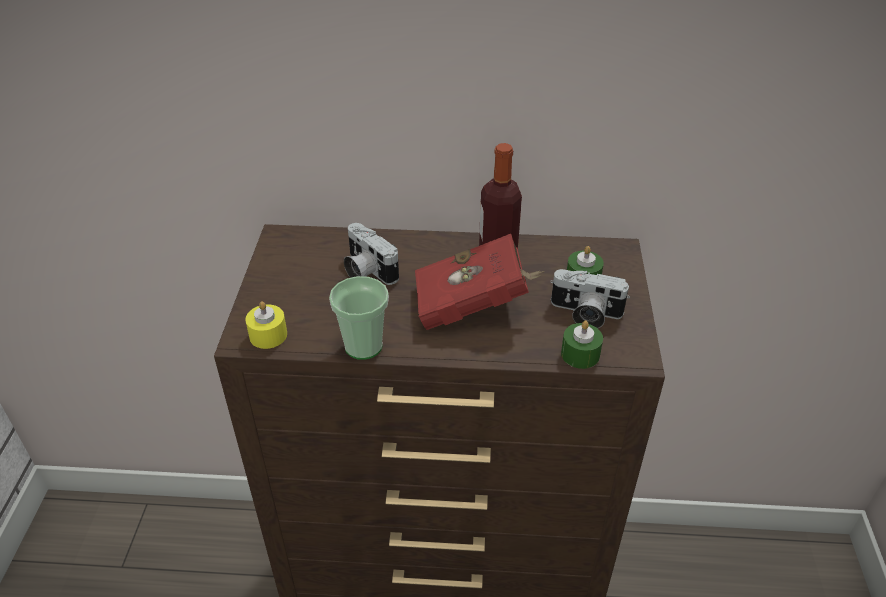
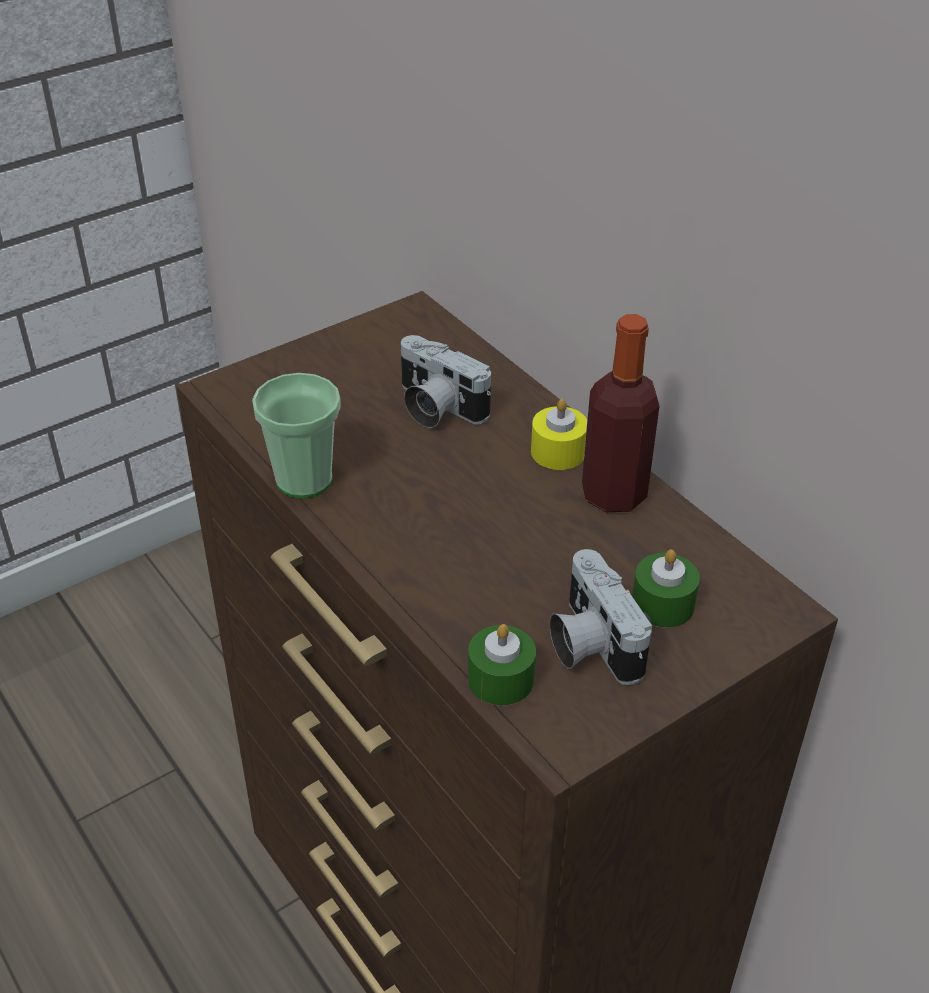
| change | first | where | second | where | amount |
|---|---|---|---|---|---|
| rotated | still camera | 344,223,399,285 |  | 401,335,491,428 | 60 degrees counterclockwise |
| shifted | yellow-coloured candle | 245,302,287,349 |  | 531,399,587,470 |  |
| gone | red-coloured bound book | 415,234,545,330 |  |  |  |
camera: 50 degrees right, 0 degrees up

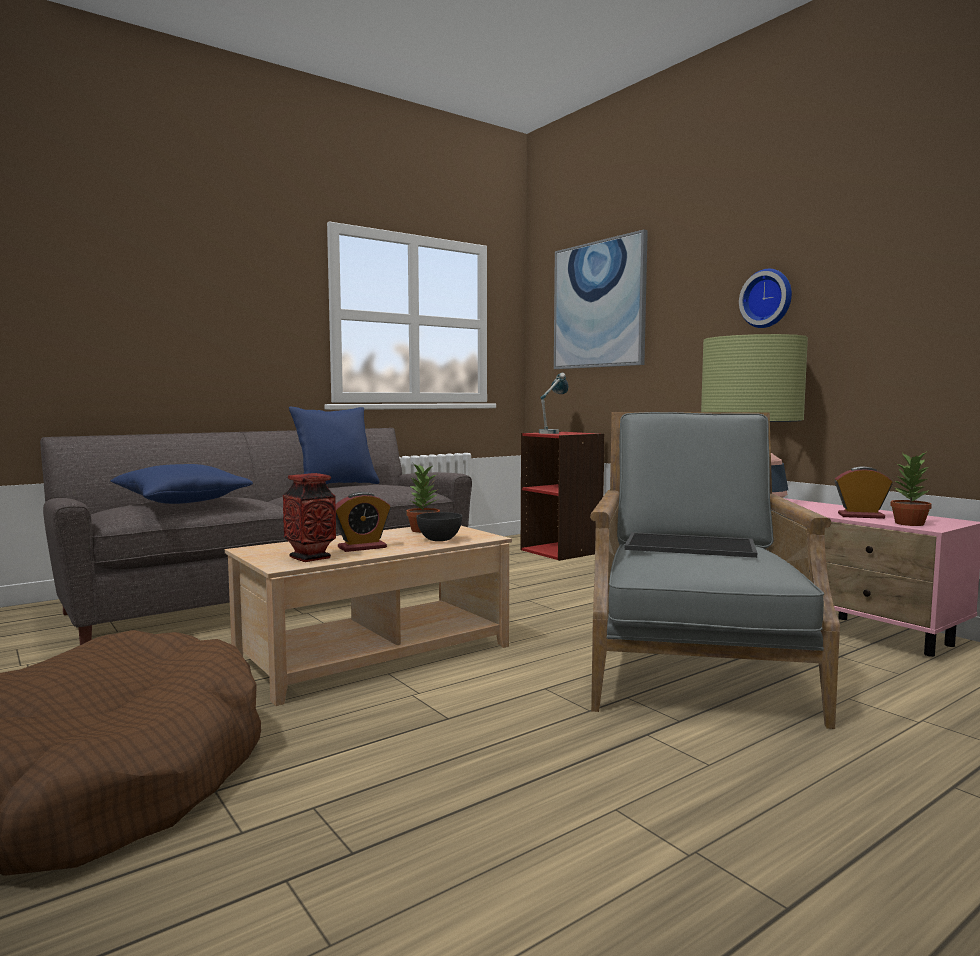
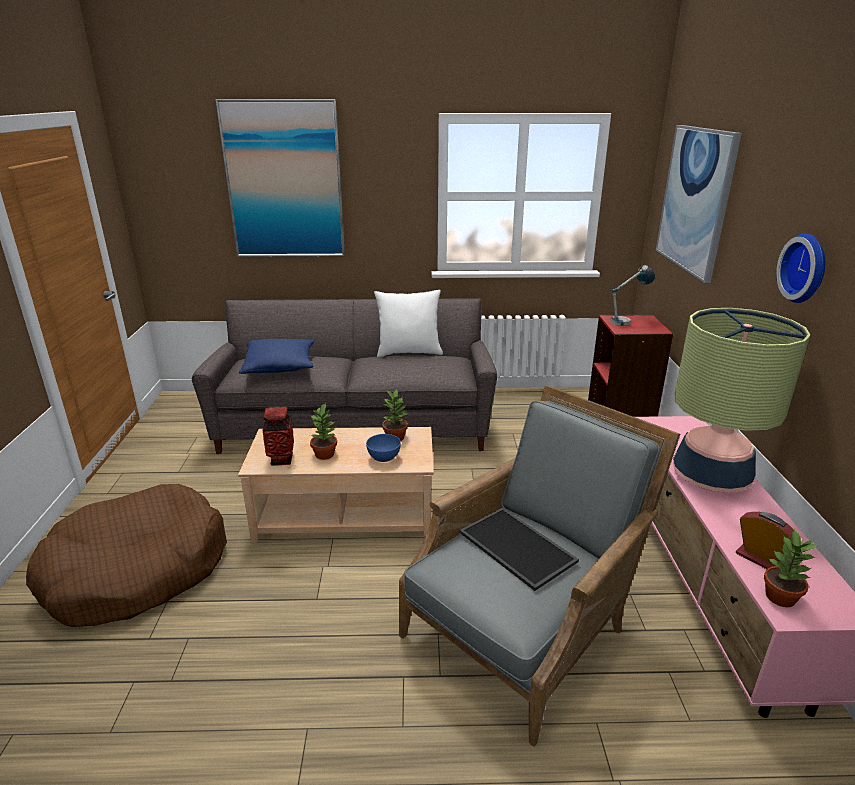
| change | first | where | second | where | amount |
|---|---|---|---|---|---|
| new |  |  | wall picture | 215,99,345,257 |  |
| swapped | table clock | 336,492,391,552 | houseplant | 310,403,337,460 |  |
| repainted | gray deep dish | 416,512,462,541 | blue deep dish | 366,434,401,462 |  |
| repainted | blue cushion | 289,407,380,484 | white cushion | 374,290,443,357 |  |
camera: 35 degrees right, 20 degrees up

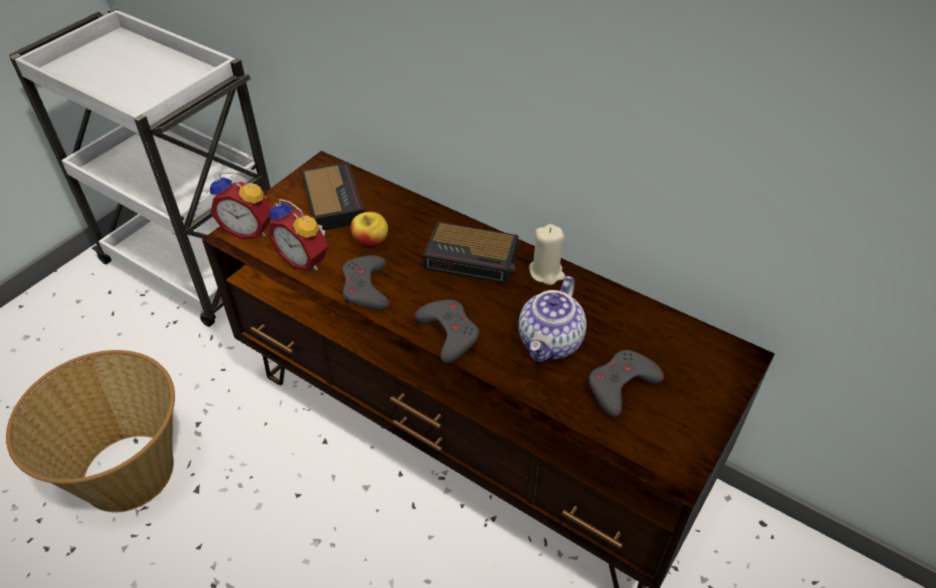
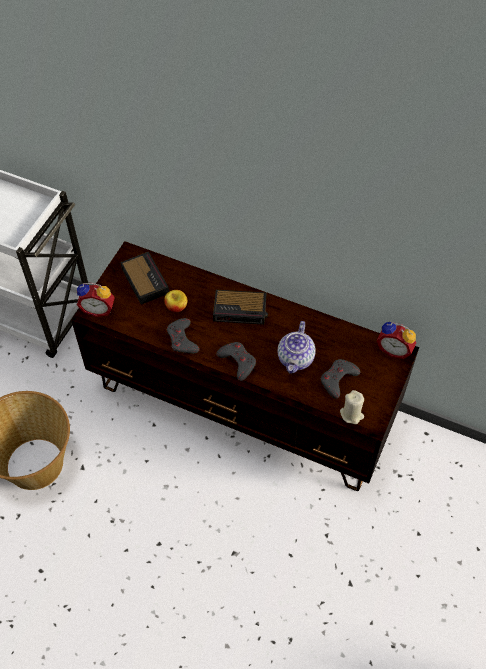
| change | first | where | second | where | amount |
|---|---|---|---|---|---|
| shifted | beige candle | 529,224,565,285 |  | 340,390,364,424 |  |
| shifted | table clock | 268,199,328,271 |  | 377,322,416,359 |  |
camera: 10 degrees left, 10 degrees up

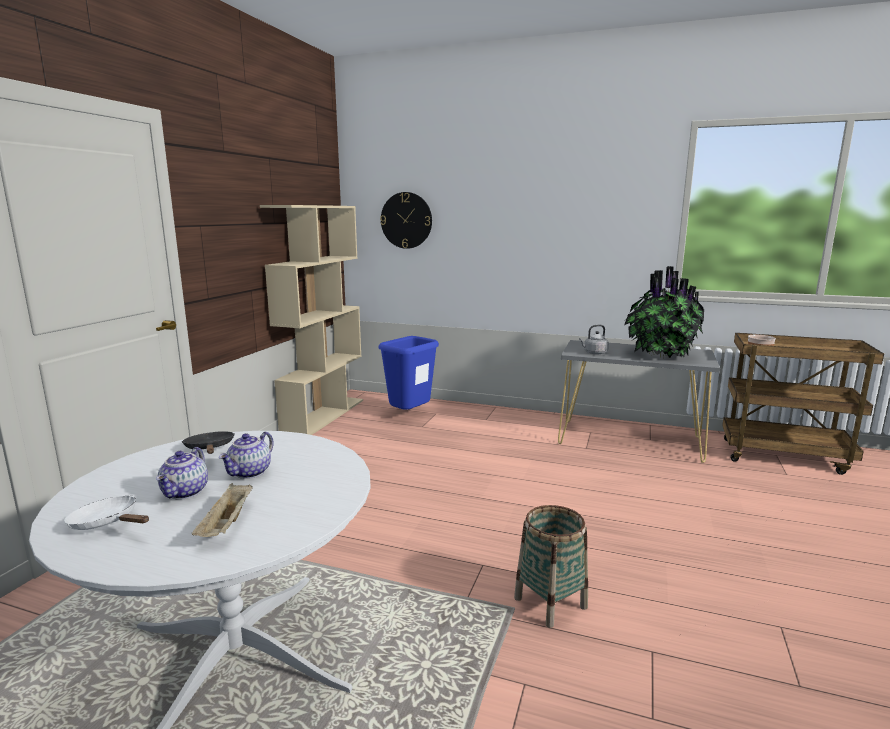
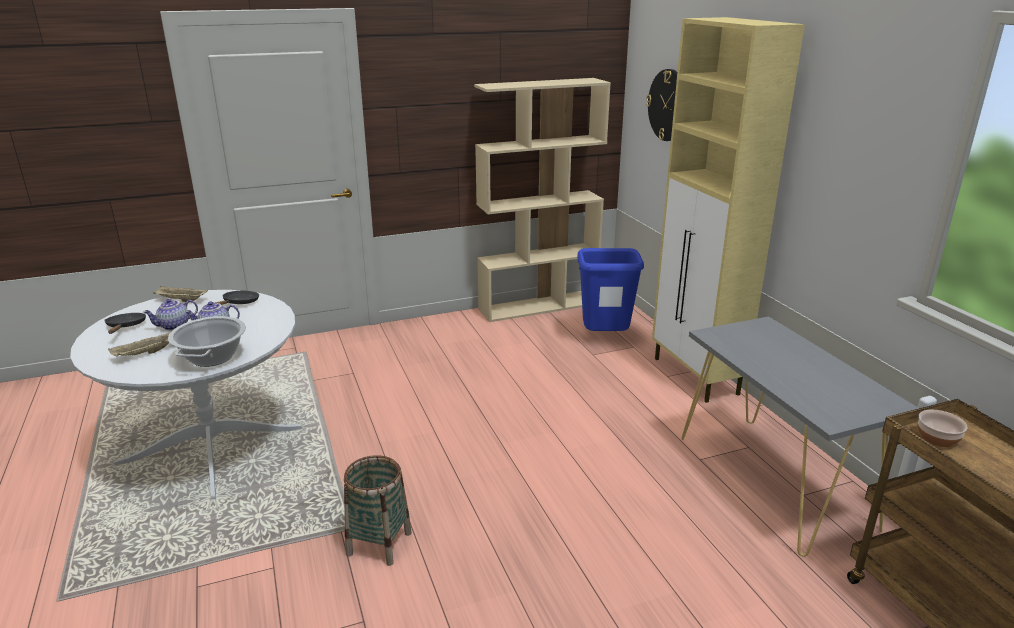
| change | first | where | second | where | amount |
|---|---|---|---|---|---|
| repainted | white pan | 64,496,149,530 | blackish pan | 105,313,146,334 |  |
| new |  |  | beige serving tray | 153,286,208,302 |  |
| new |  |  | saucepot | 168,316,246,367 |  |
| new |  |  | beige storage cabinet | 652,17,805,403 |  |
| gone | gray water kettle | 579,325,609,355 |  |  |  |
| gone | houseplant | 624,266,704,358 |  |  |  |
camera: 50 degrees right, 10 degrees up

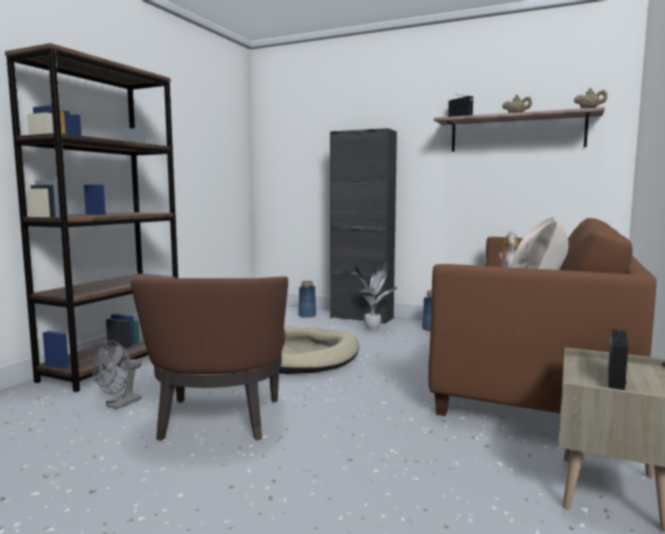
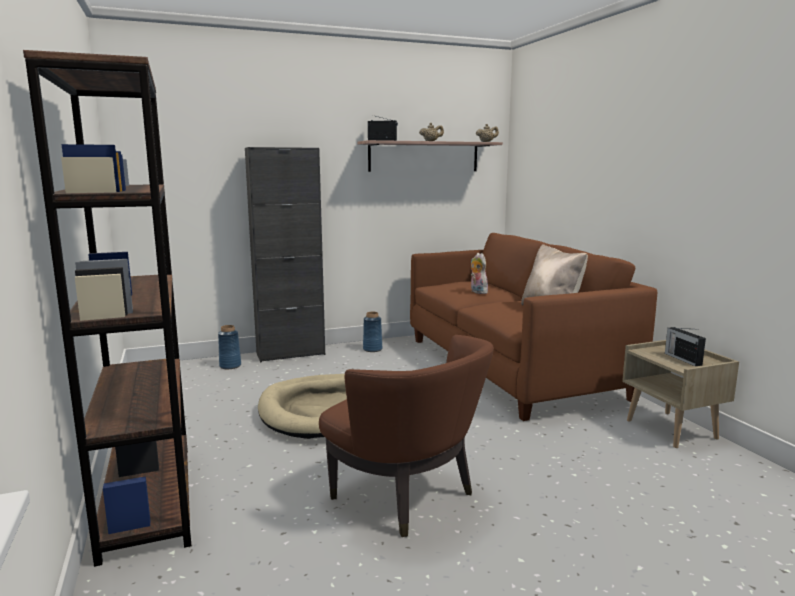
| change | first | where | second | where | amount |
|---|---|---|---|---|---|
| gone | gray fan | 92,341,142,409 |  |  |  |
| gone | houseplant | 354,259,398,330 |  |  |  |
camera: 45 degrees left, 5 degrees up

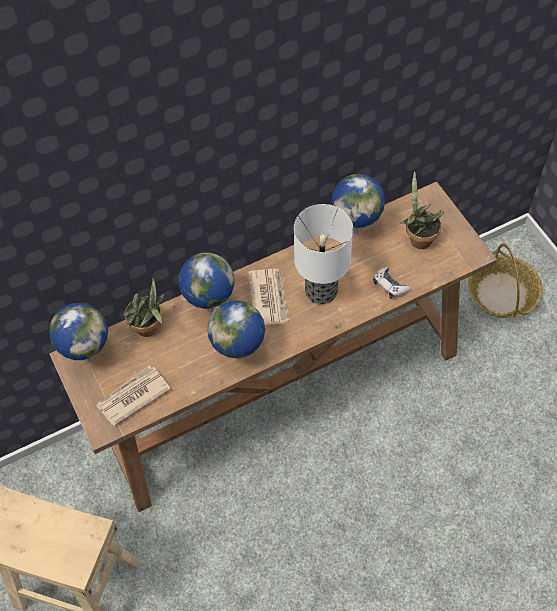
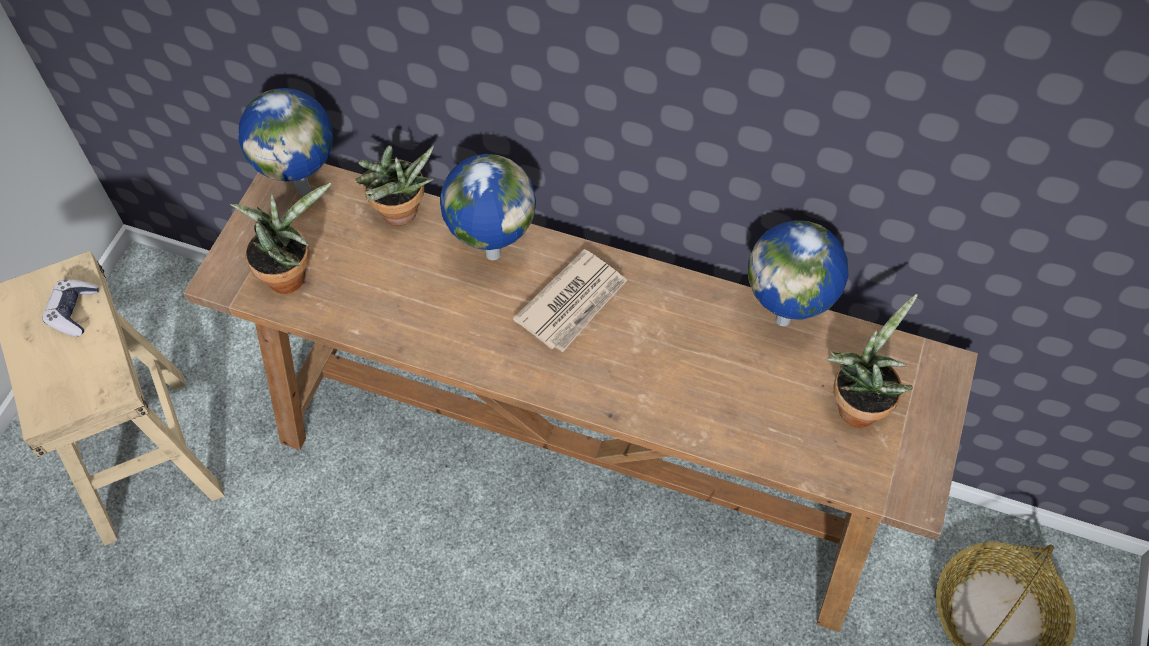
| change | first | where | second | where | amount |
|---|---|---|---|---|---|
| shifted | joypad | 373,267,411,298 |  | 43,279,99,337 |  |
| swapped | daily paper | 96,366,171,426 | houseplant | 230,183,331,294 |  |
| gone | world globe | 207,300,265,360 |  |  |  |
| gone | table lamp | 294,204,353,304 |  |  |  |
camera: 45 degrees right, 0 degrees up

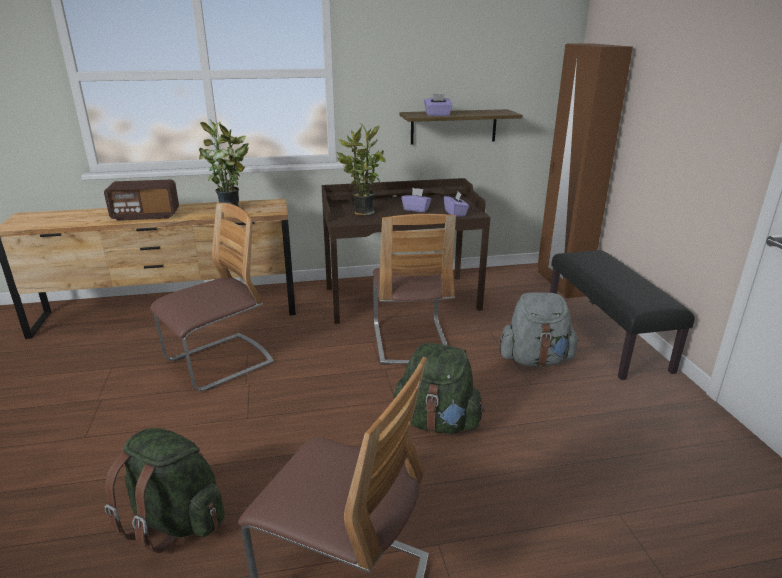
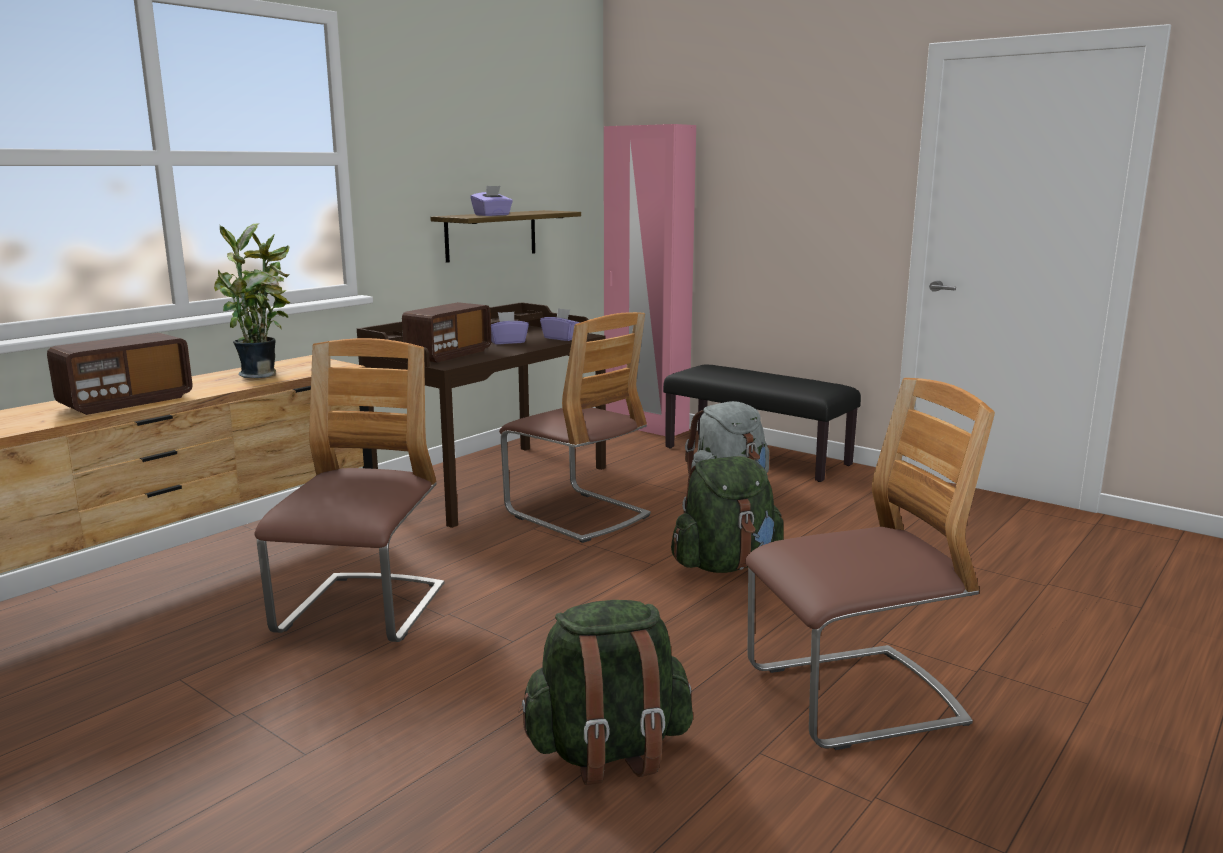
| change | first | where | second | where | amount |
|---|---|---|---|---|---|
| swapped | houseplant | 337,124,386,216 | radio | 402,302,491,362 |  |
| repainted | brown armoire | 538,43,633,298 | pinkish armoire | 604,124,696,436 |  |
camera: 40 degrees left, 10 degrees down

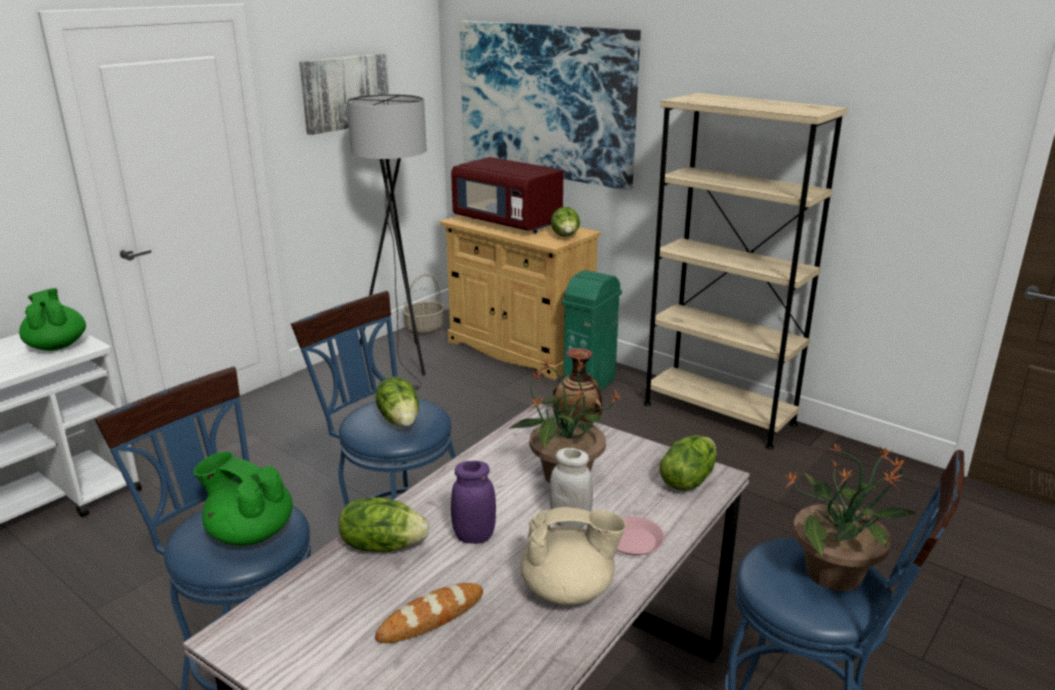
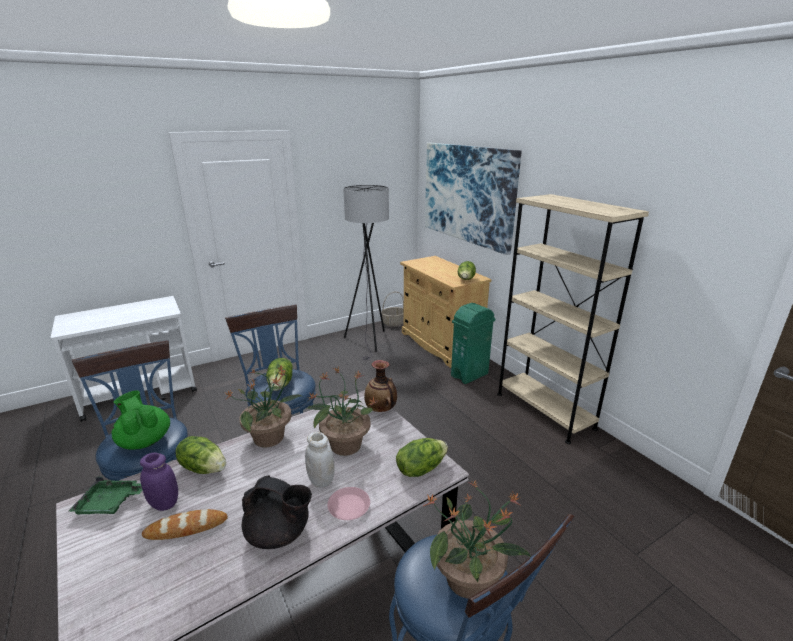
| change | first | where | second | where | amount |
|---|---|---|---|---|---|
| new |  |  | green-coloured serving tray | 68,477,142,514 |  |
| shifted | purple-coloured jar | 451,461,496,544 |  | 140,452,178,511 |  |
| new |  |  | houseplant | 225,365,302,447 |  |
| repainted | beige tea pot | 520,507,626,605 | blackish tea pot | 242,475,312,549 |  |
| gone | green-coloured tea pot | 19,288,86,351 |  |  |  |
| gone | wall picture | 299,53,389,135 |  |  |  |
| gone | red-coloured microwave oven | 451,157,564,233 |  |  |  |
camera: 20 degrees right, 0 degrees up

